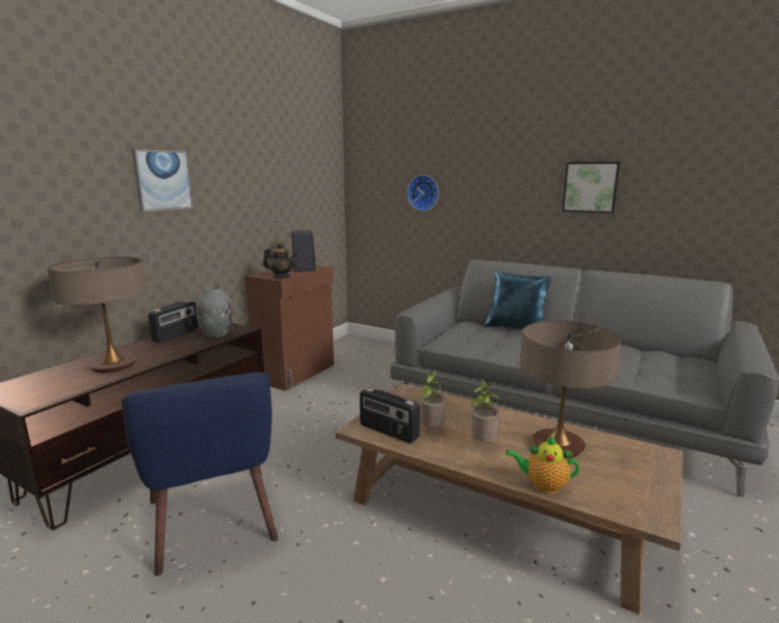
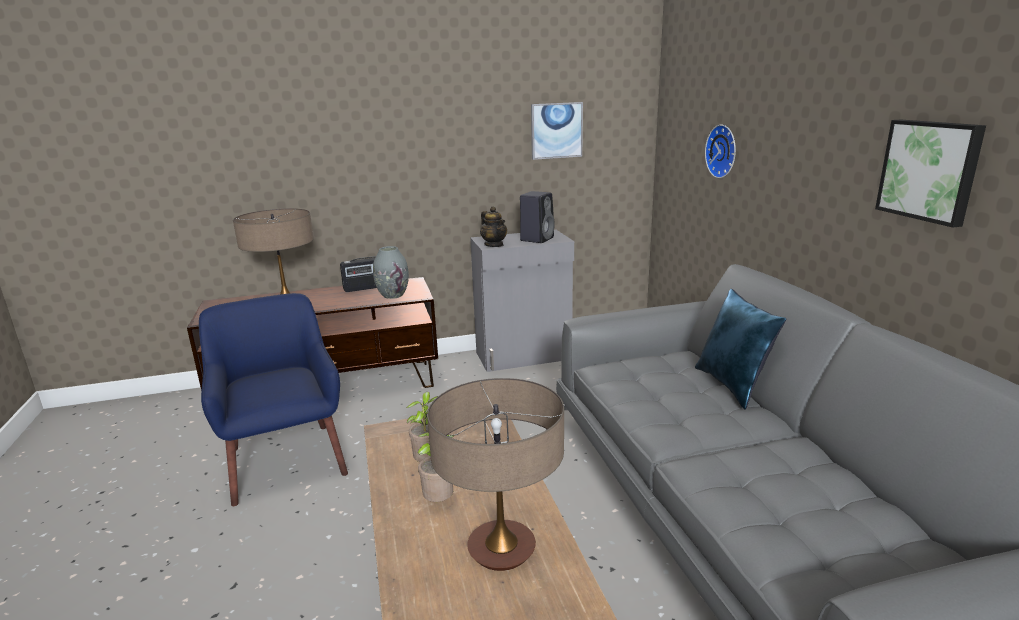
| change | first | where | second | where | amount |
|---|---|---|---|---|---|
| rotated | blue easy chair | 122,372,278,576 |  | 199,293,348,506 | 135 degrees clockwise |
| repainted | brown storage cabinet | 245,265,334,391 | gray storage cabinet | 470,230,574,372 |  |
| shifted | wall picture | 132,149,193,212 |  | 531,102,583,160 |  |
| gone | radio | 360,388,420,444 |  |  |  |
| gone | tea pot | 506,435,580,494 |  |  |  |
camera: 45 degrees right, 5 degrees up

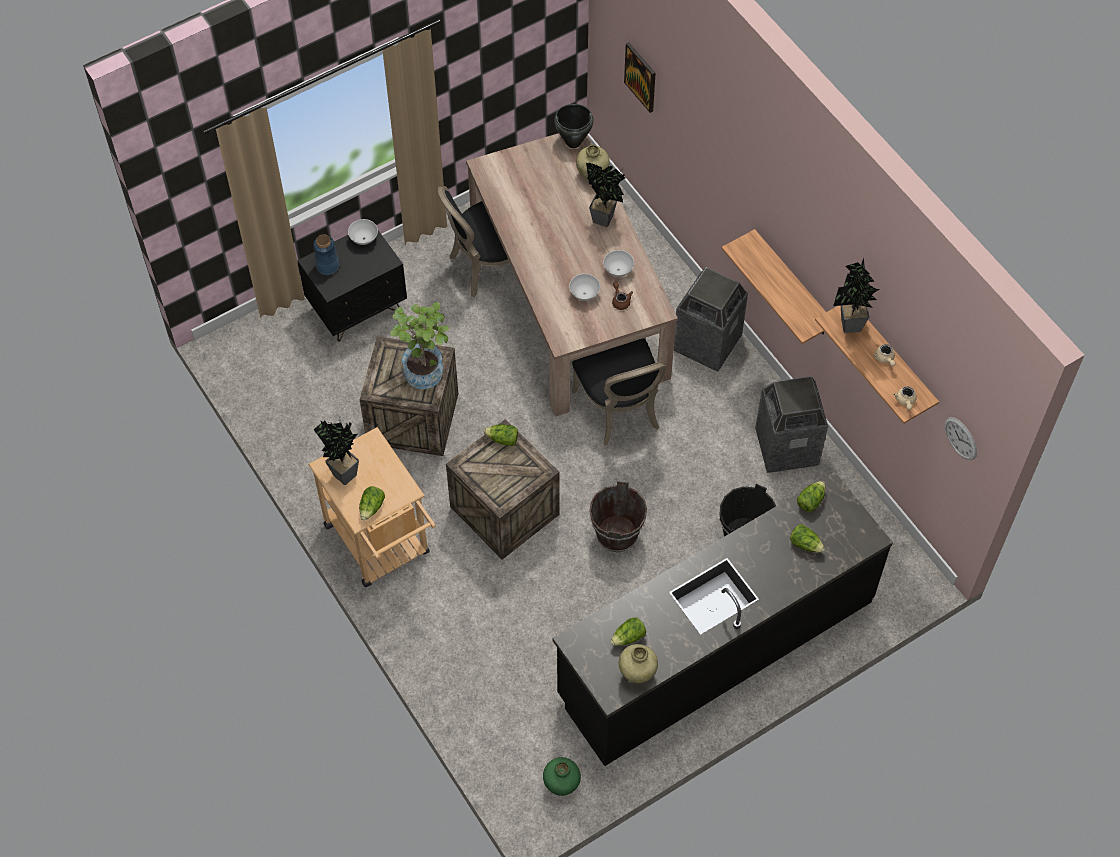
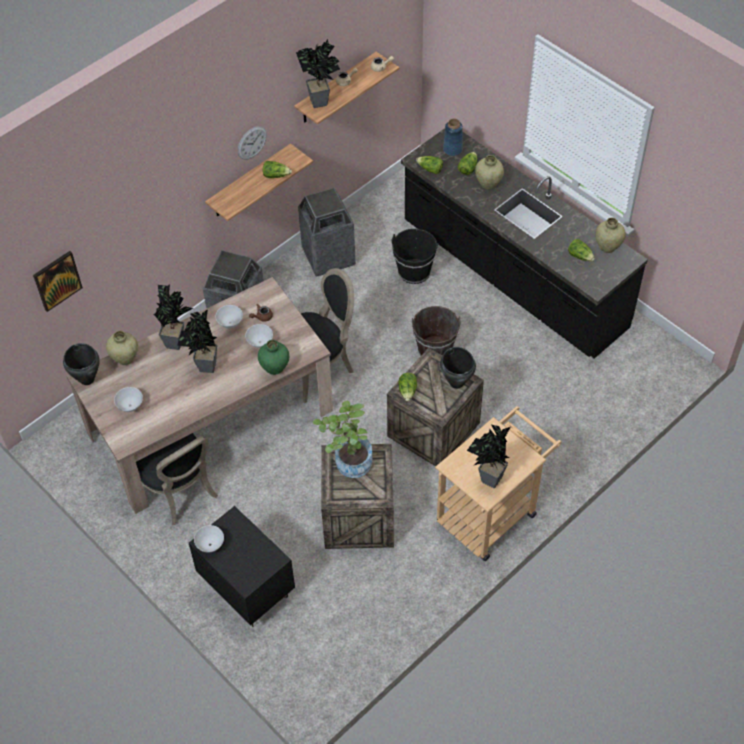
| change | first | where | second | where | amount |
|---|---|---|---|---|---|
| new |  |  | white deep dish | 114,387,143,412 |  |
| new |  |  | houseplant | 177,310,217,373 |  |
| shifted | hanging clock | 945,417,977,460 |  | 238,126,267,160 |  |
| shifted | green-coloured vase | 543,757,581,796 |  | 258,340,289,375 |  |
| shifted | head of lettuce | 359,486,385,521 |  | 263,161,292,178 |  |
| new |  |  | blackish saucepot | 440,347,476,389 |  |
| shifted | blue vase | 313,234,339,275 |  | 443,119,463,156 |  |
| new |  |  | beige vase | 475,155,504,189 |  |
camera: 100 degrees left, 5 degrees down

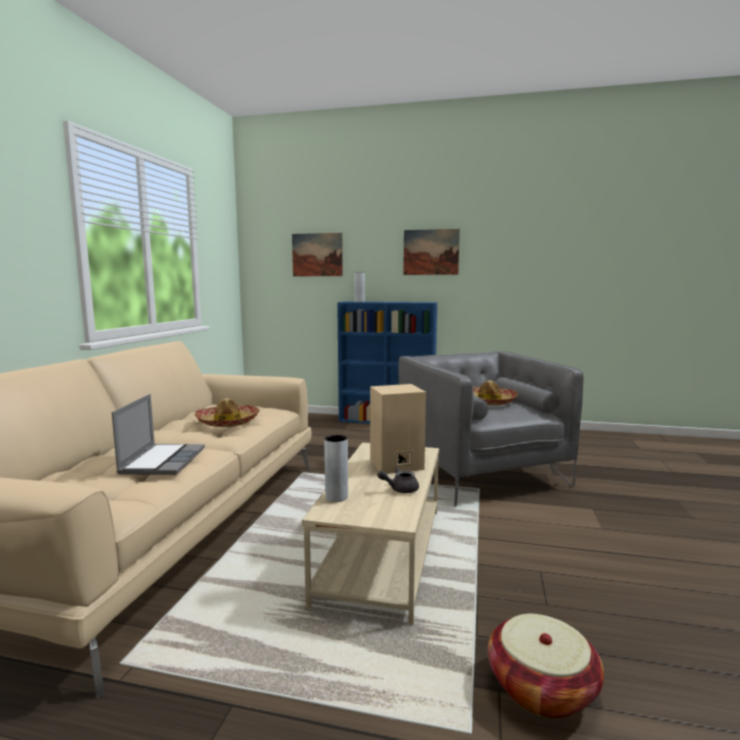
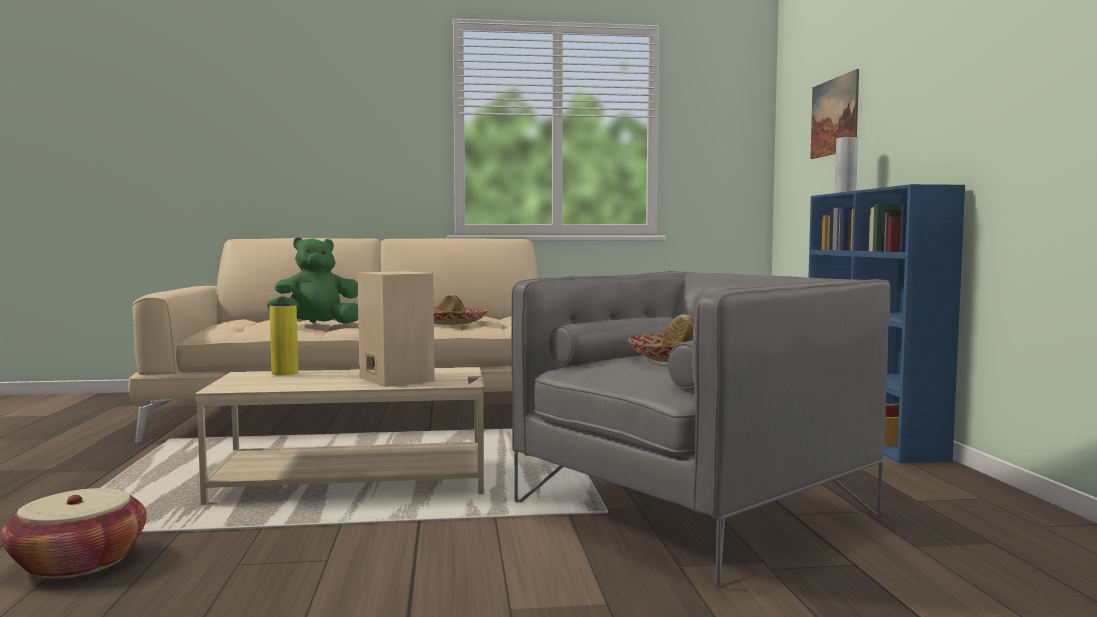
| change | first | where | second | where | amount |
|---|---|---|---|---|---|
| swapped | laptop | 112,394,205,475 | green-coloured soft toy | 267,237,358,324 |  |
| repainted | gray vase | 324,435,348,502 | yellow-coloured vase | 270,304,298,375 |  |
| gone | gray tea pot | 377,467,419,493 |  |  |  |
| gone | wall picture | 403,229,460,275 |  |  |  |
camera: 70 degrees right, 5 degrees down

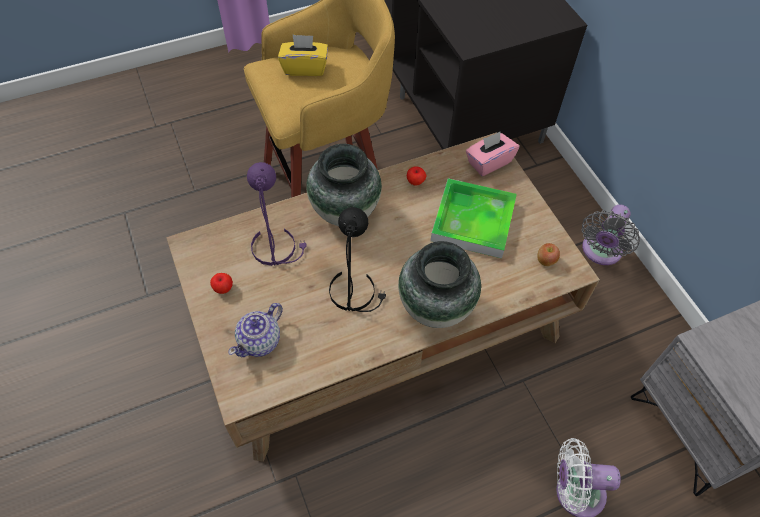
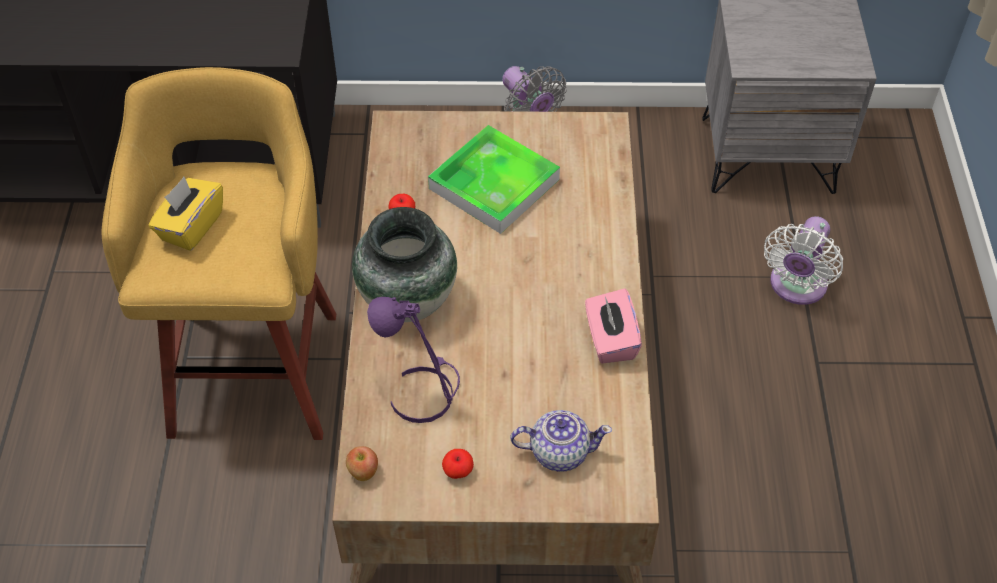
| change | first | where | second | where | amount |
|---|---|---|---|---|---|
| shifted | apple fruit | 537,243,560,266 |  | 346,446,378,481 |  |
| rotated | tea pot | 228,303,283,357 |  | 511,410,612,472 | 60 degrees counterclockwise |
| shifted | pinkish tissue box | 466,132,519,176 |  | 585,288,642,363 |  |
| gone | blackish table lamp | 329,207,386,312 |  |  |  |
| gone | vase | 398,241,481,328 |  |  |  |
camera: 65 degrees left, 5 degrees down

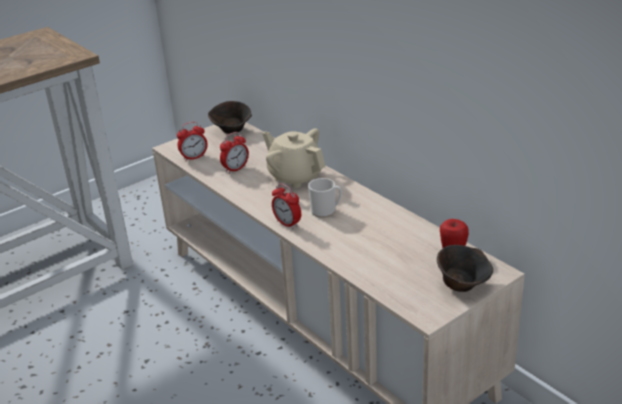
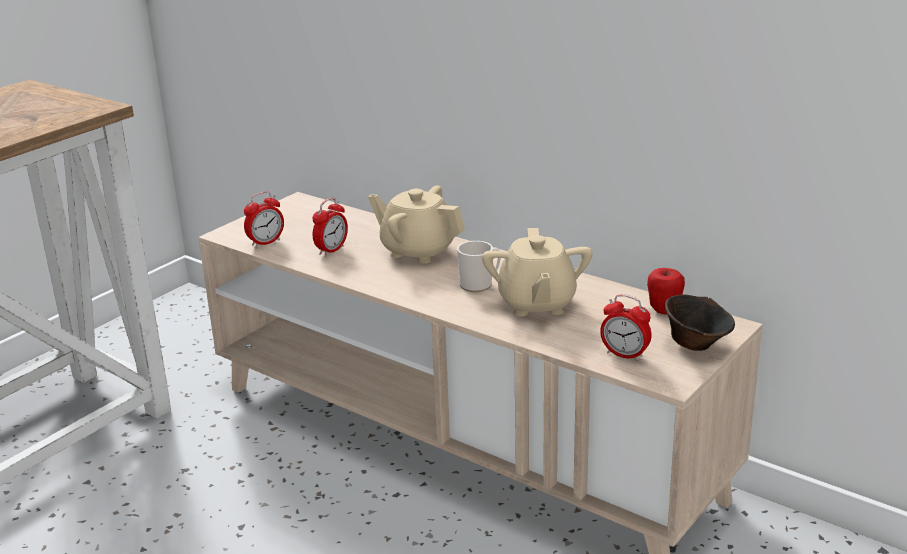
| change | first | where | second | where | amount |
|---|---|---|---|---|---|
| new |  |  | beige tea pot | 482,228,593,317 |  |
| shifted | table clock | 272,183,301,229 |  | 600,294,652,361 |  |
| gone | brown deep dish | 208,101,252,134 |  |  |  |
camera: 15 degrees left, 5 degrees down

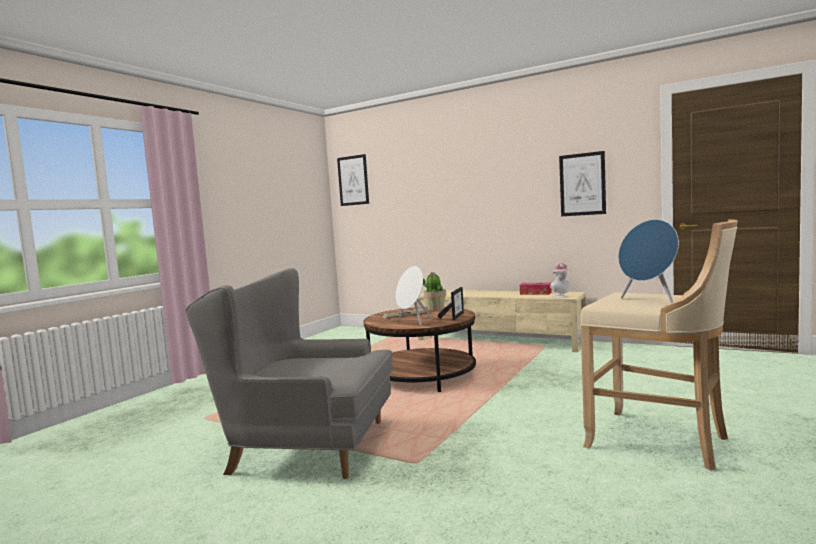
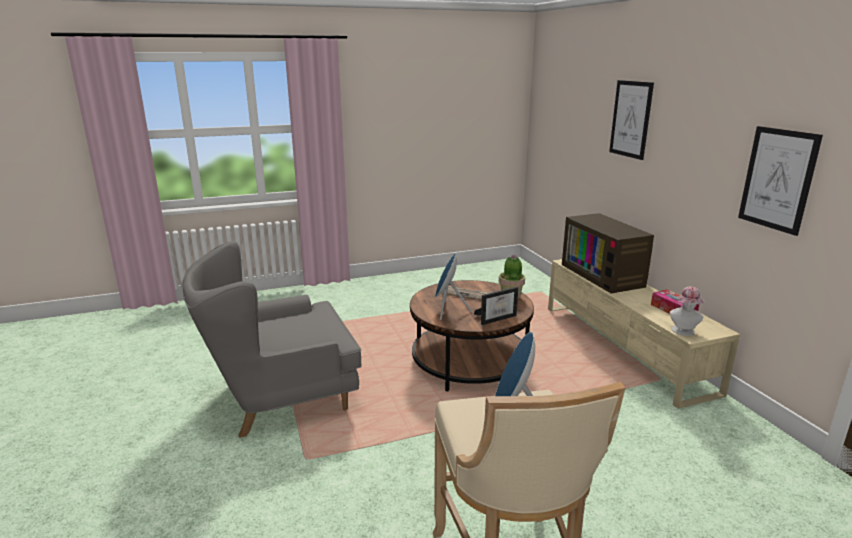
| change | first | where | second | where | amount |
|---|---|---|---|---|---|
| rotated | gray easy chair | 185,268,393,479 |  | 182,241,362,438 | 75 degrees counterclockwise |
| repainted | white speaker | 396,266,432,326 | blue speaker | 435,253,472,320 |  |
| new |  |  | television | 562,213,654,293 |  |
| shifted | wall picture | 337,154,369,206 |  | 609,80,654,160 |  |
camera: 40 degrees right, 15 degrees up

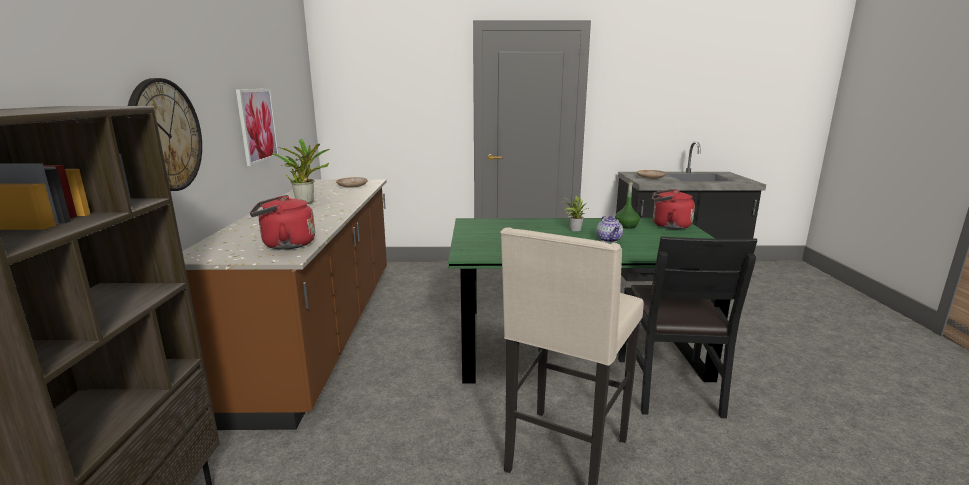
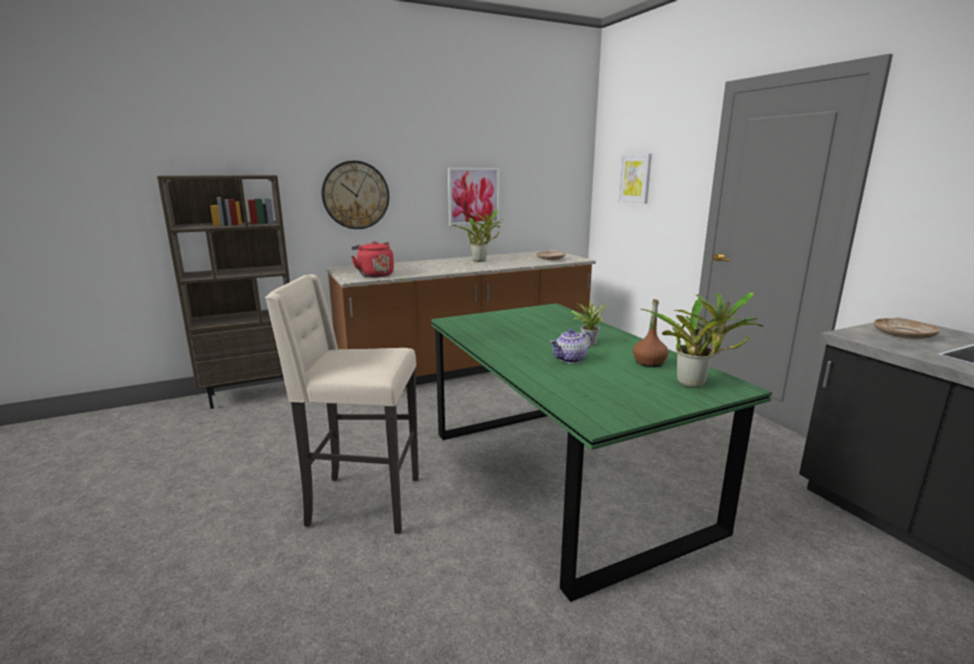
| change | first | where | second | where | amount |
|---|---|---|---|---|---|
| new |  |  | wall picture | 618,154,652,204 |  |
| repainted | green-coloured bottle | 615,181,640,229 | brown bottle | 633,299,669,367 |  |
| swapped | red-coloured water kettle | 652,189,695,229 | houseplant | 641,292,764,388 |  |
| gone | blackish chair | 618,236,757,418 |  |  |  |
camera: 65 degrees right, 0 degrees up

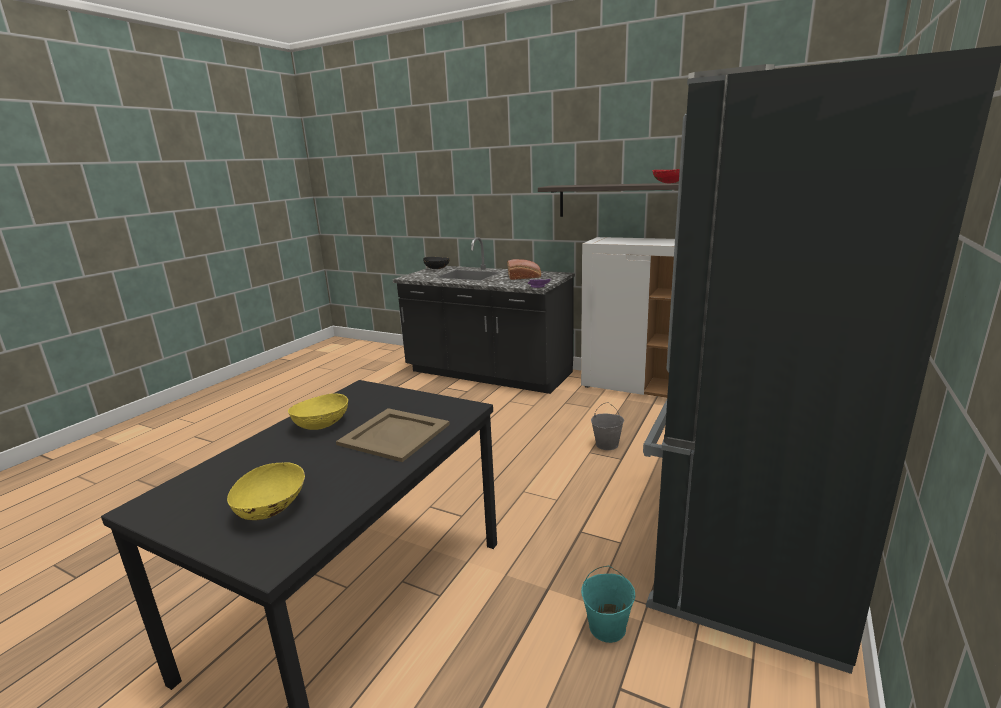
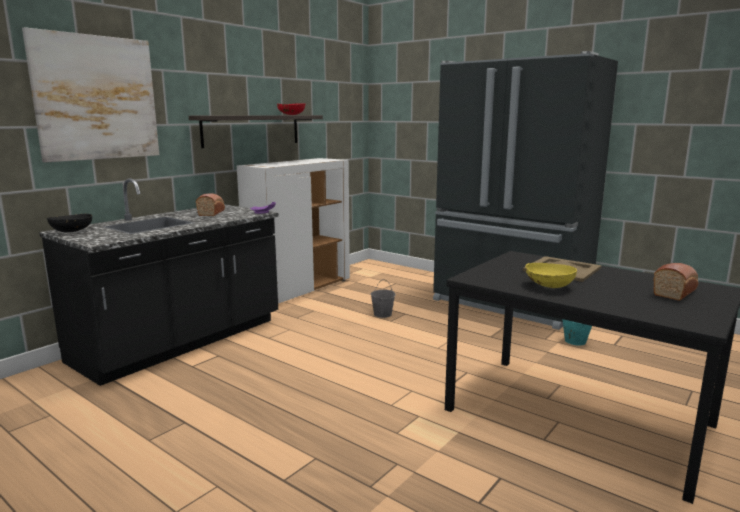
| change | first | where | second | where | amount |
|---|---|---|---|---|---|
| new |  |  | wall picture | 22,27,159,163 |  |
| swapped | yellow-coloured deep dish | 227,462,305,520 | bread | 653,263,698,301 |  |
camera: 80 degrees left, 5 degrees down

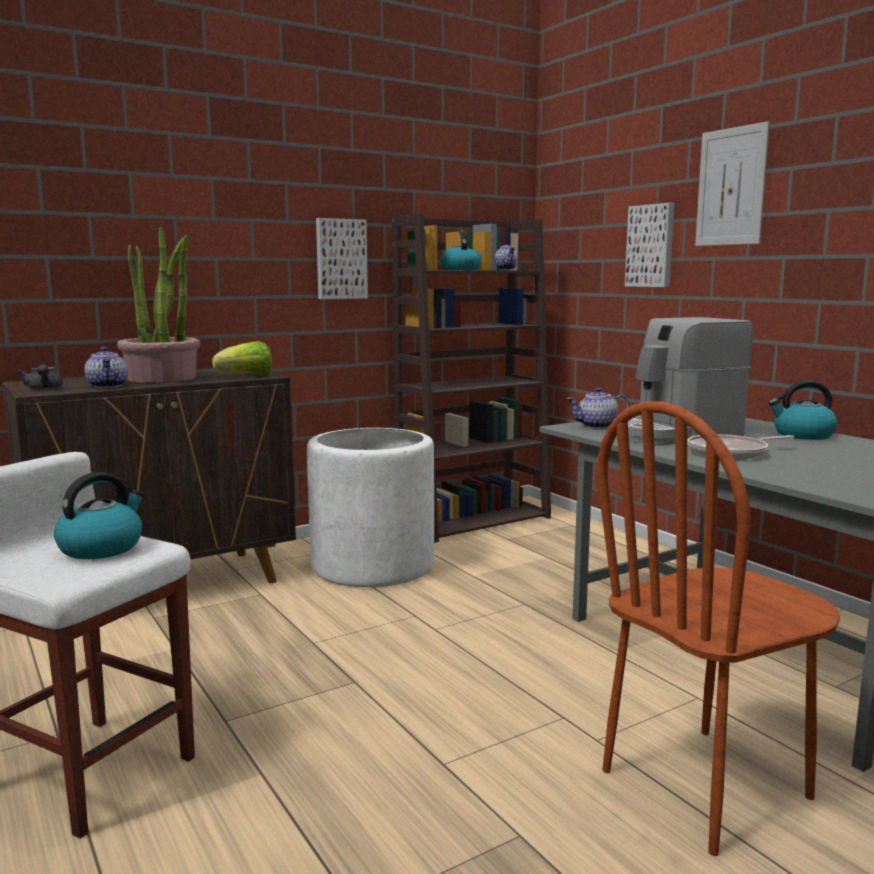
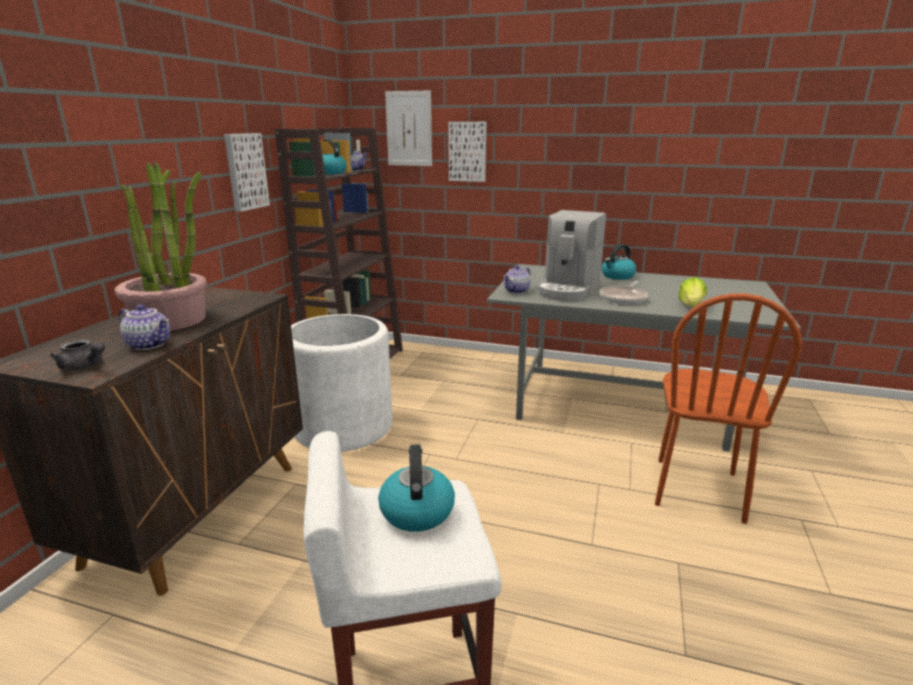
| change | first | where | second | where | amount |
|---|---|---|---|---|---|
| shifted | wall picture | 695,121,770,246 |  | 385,90,432,166 |  |
| shifted | head of lettuce | 212,341,272,376 |  | 678,277,707,307 |  |
camera: 40 degrees left, 10 degrees up

